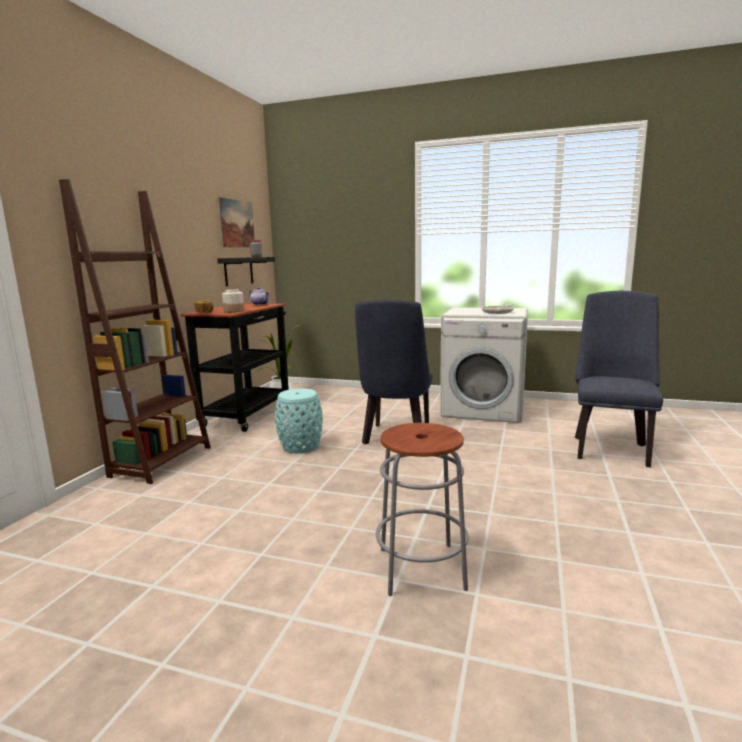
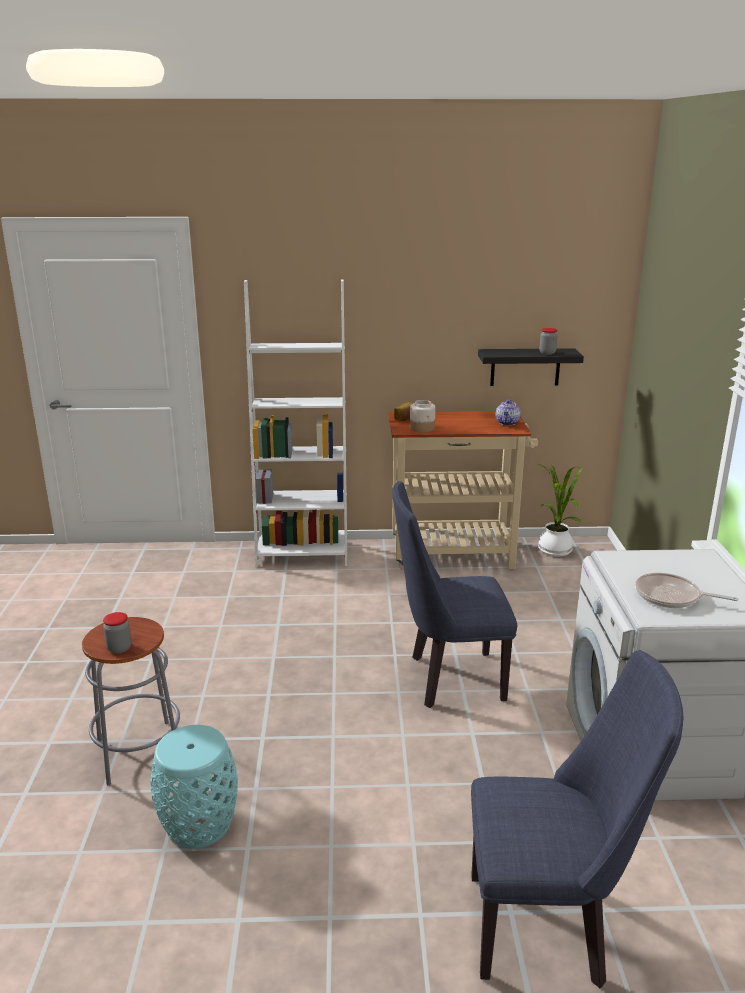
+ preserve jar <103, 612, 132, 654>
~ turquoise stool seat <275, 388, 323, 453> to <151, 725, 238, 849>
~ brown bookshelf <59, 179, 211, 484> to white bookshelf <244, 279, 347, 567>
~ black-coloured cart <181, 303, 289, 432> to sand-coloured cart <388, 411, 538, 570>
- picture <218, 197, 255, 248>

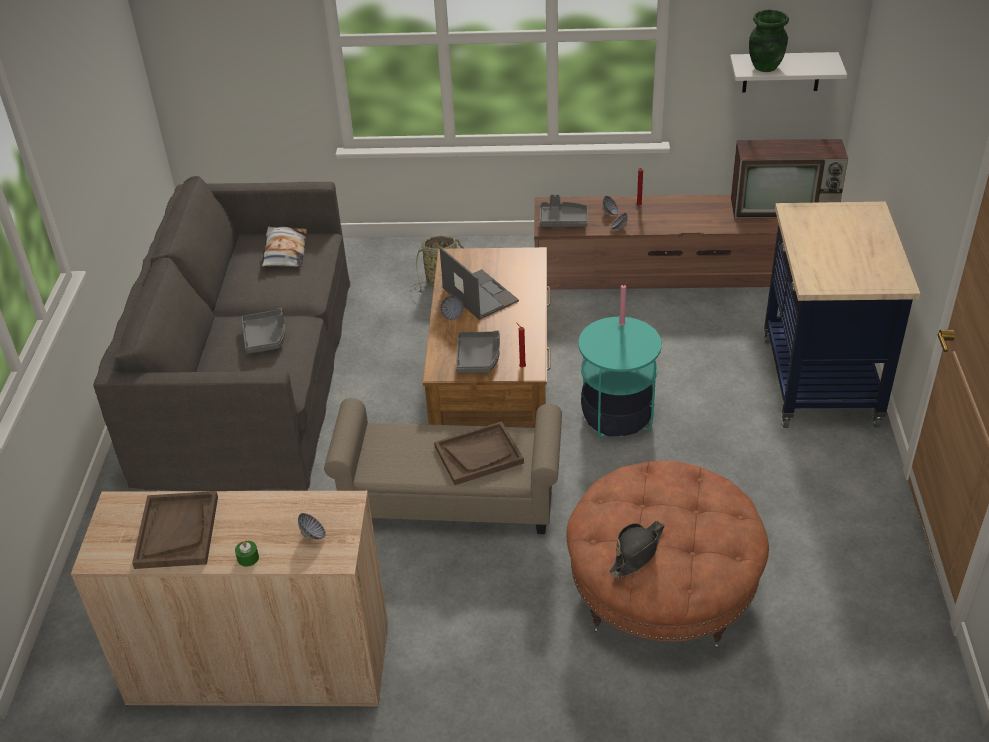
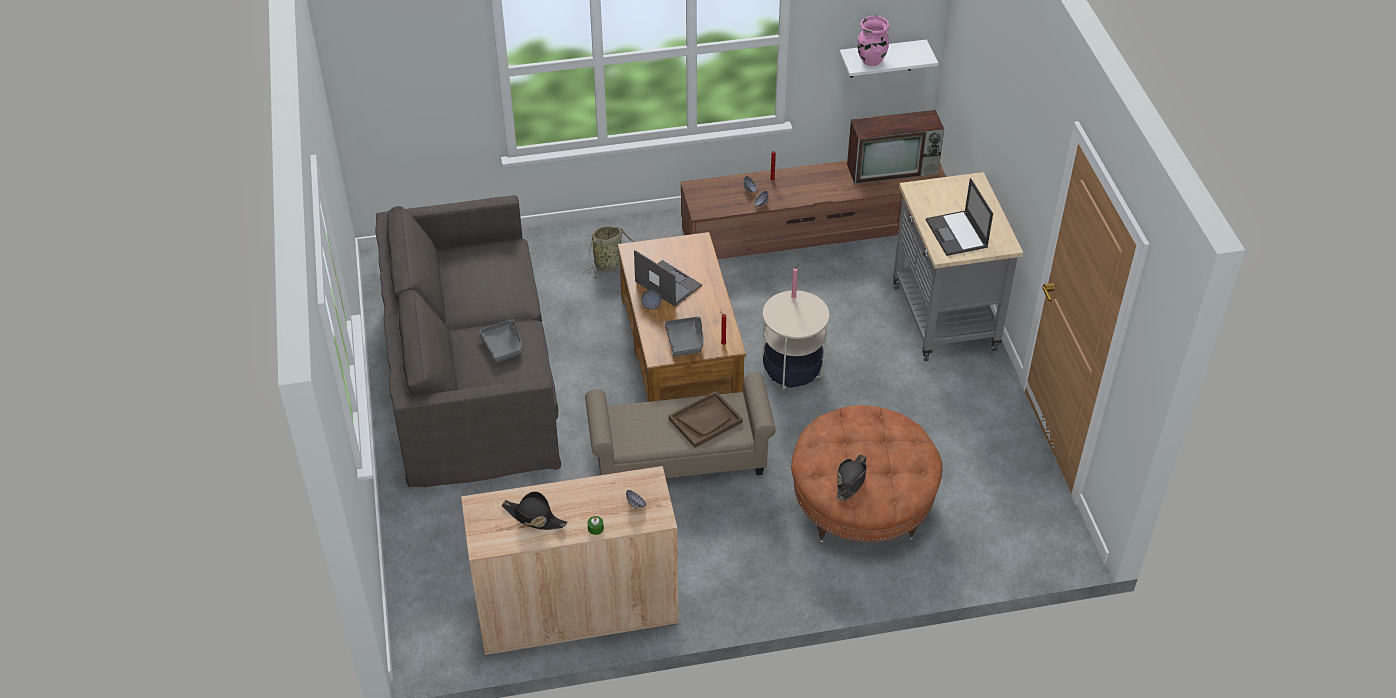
~ brown tray <132, 491, 218, 569> to black-coloured wearable hat <502, 491, 567, 530>
~ turquoise side table <579, 317, 662, 438> to sand-coloured side table <762, 290, 829, 390>
~ green decorative vase <749, 10, 789, 72> to pink decorative vase <858, 16, 889, 66>
~ blue cart <764, 202, 920, 428> to greyish cart <893, 172, 1023, 361>
+ portable computer <926, 178, 993, 256>
- throw pillow <261, 226, 307, 267>
- greyish tray <540, 194, 588, 227>

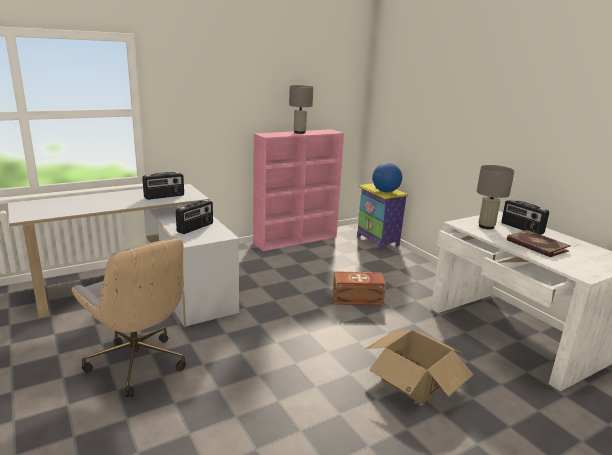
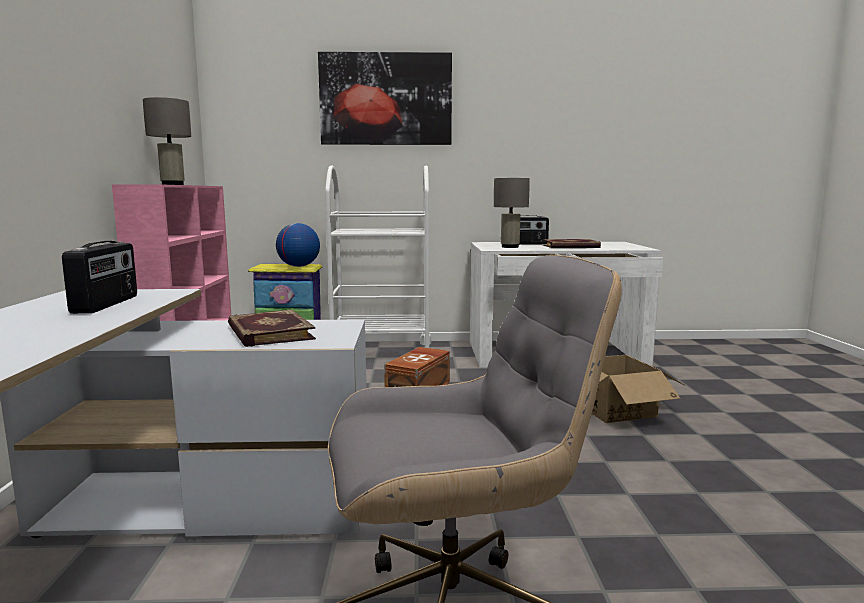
~ radio set <176, 200, 213, 234> to volume <228, 309, 316, 347>
+ picture <318, 52, 452, 145>
+ white cart <325, 165, 431, 348>

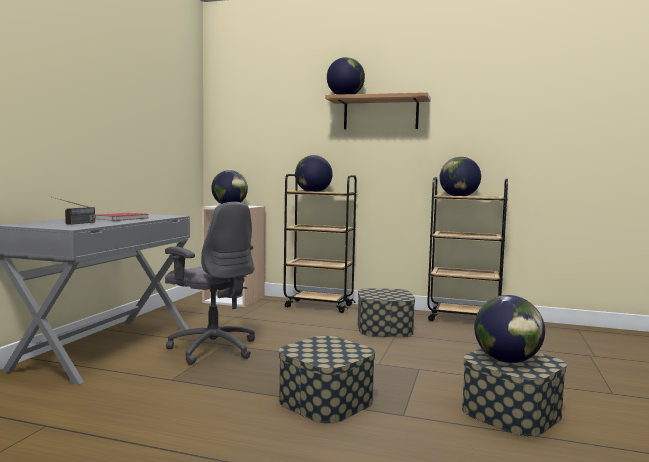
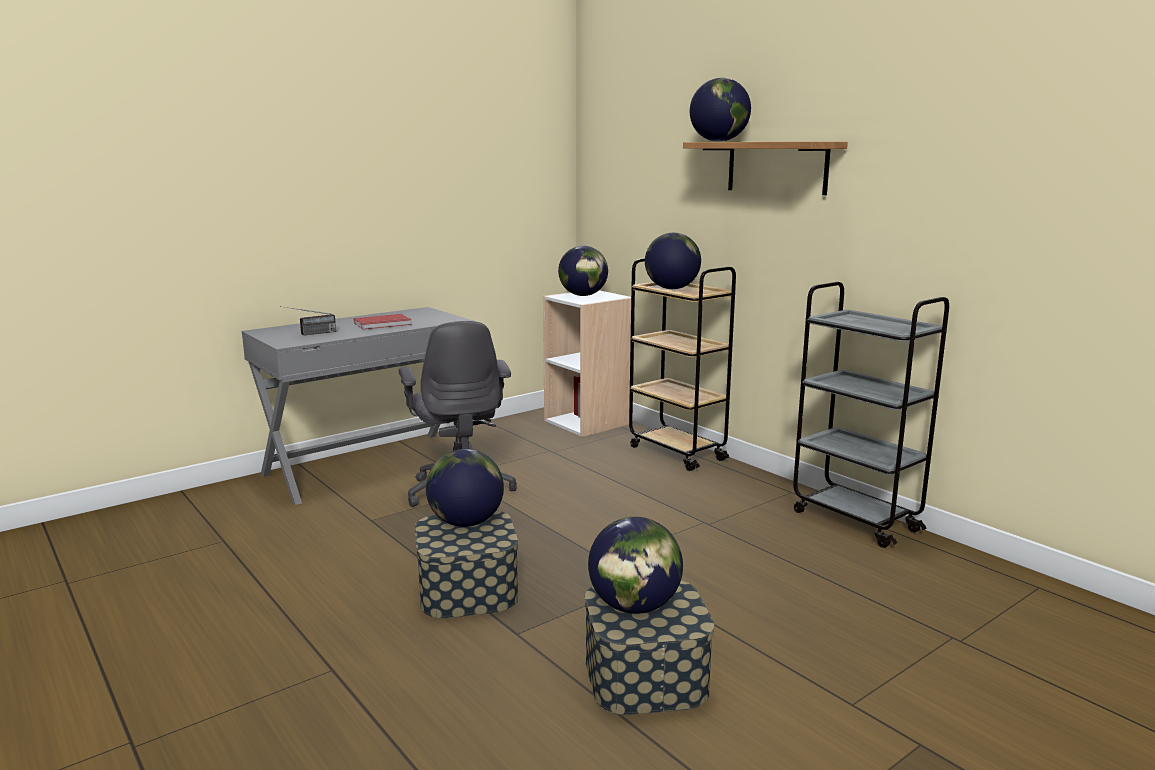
~ desk globe <440, 157, 481, 196> to <426, 449, 504, 527>
~ brown cart <427, 177, 508, 321> to greyish cart <793, 282, 949, 548>
- storage container <357, 288, 415, 337>

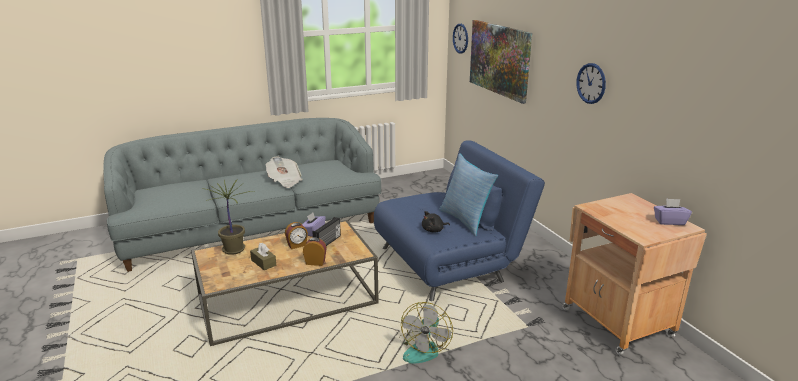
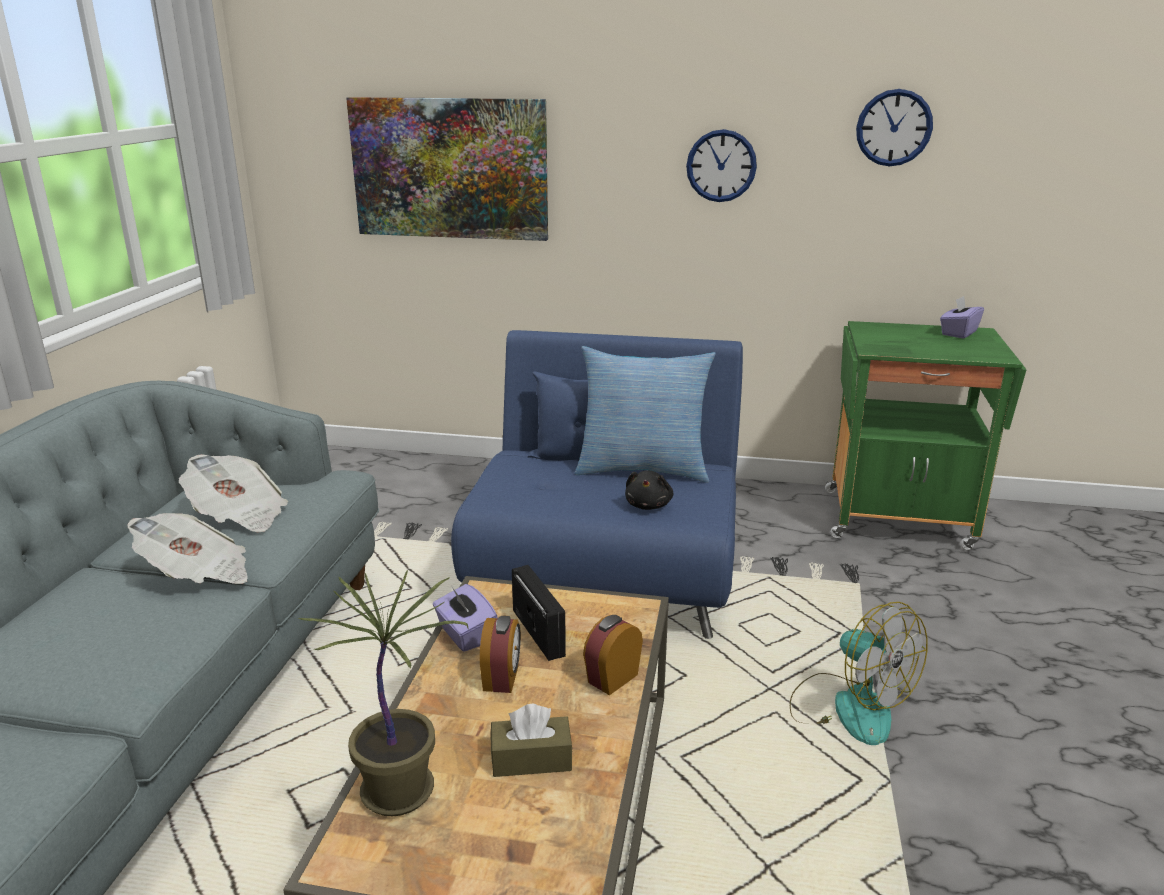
+ daily paper <179, 454, 288, 532>
~ brown cart <562, 193, 707, 356> to green cart <825, 321, 1027, 550>
~ wall clock <453, 24, 468, 54> to <856, 89, 933, 166>

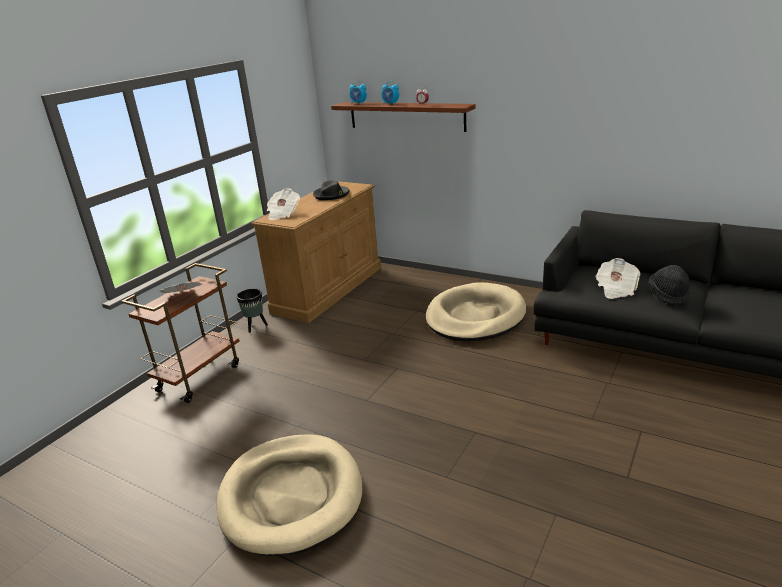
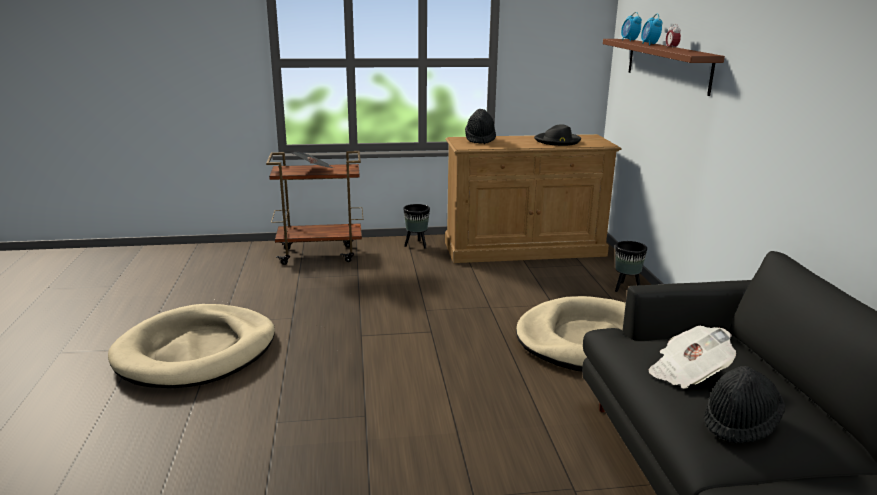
~ daily paper <266, 189, 300, 220> to black-coloured wearable hat <465, 109, 496, 144>
+ black-coloured flower pot <615, 241, 647, 292>

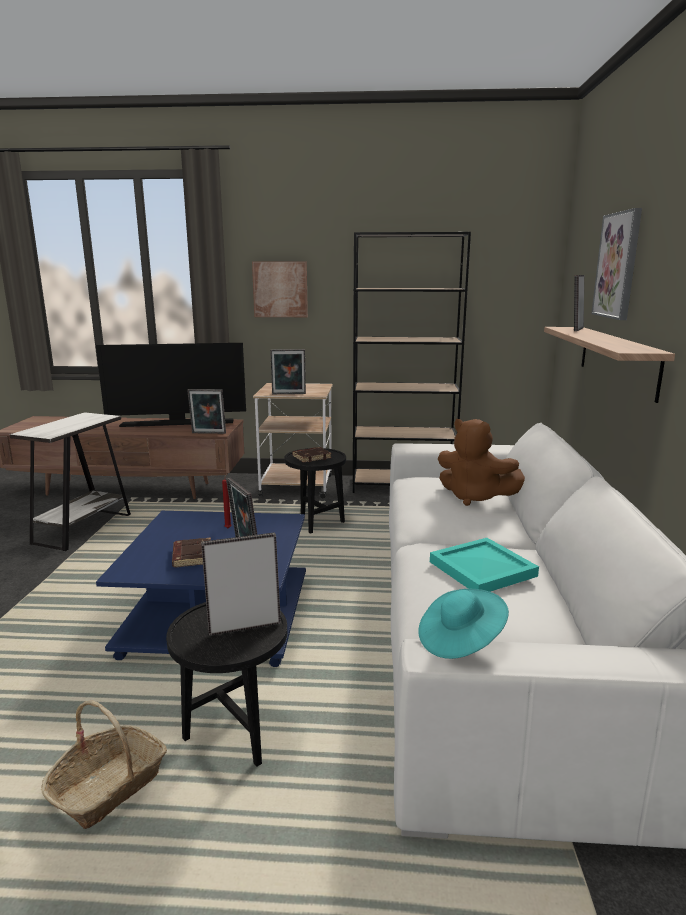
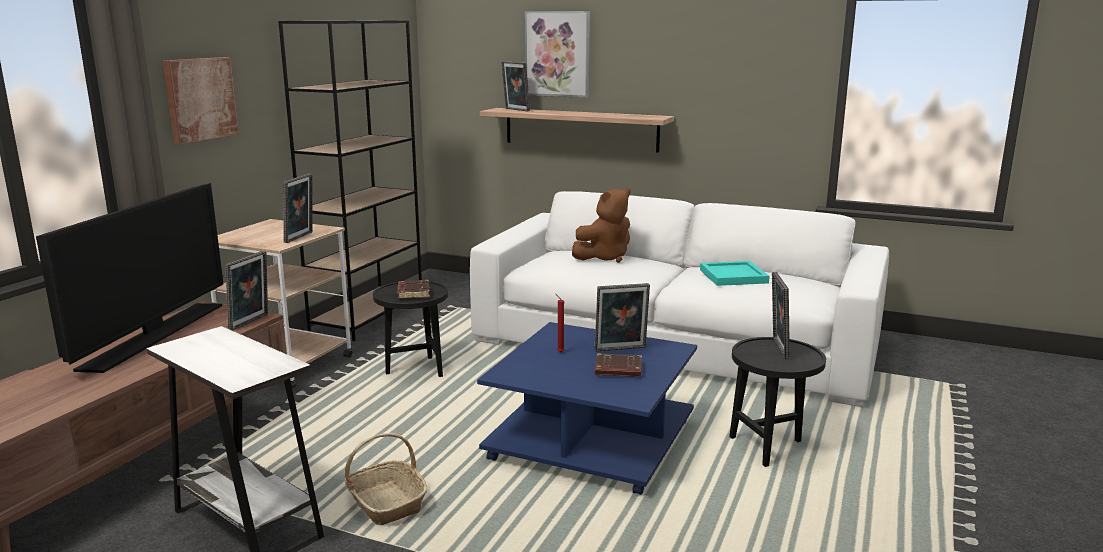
~ storage basket <41, 700, 167, 829> to <345, 433, 427, 525>
- turquoise wearable hat <418, 589, 509, 659>

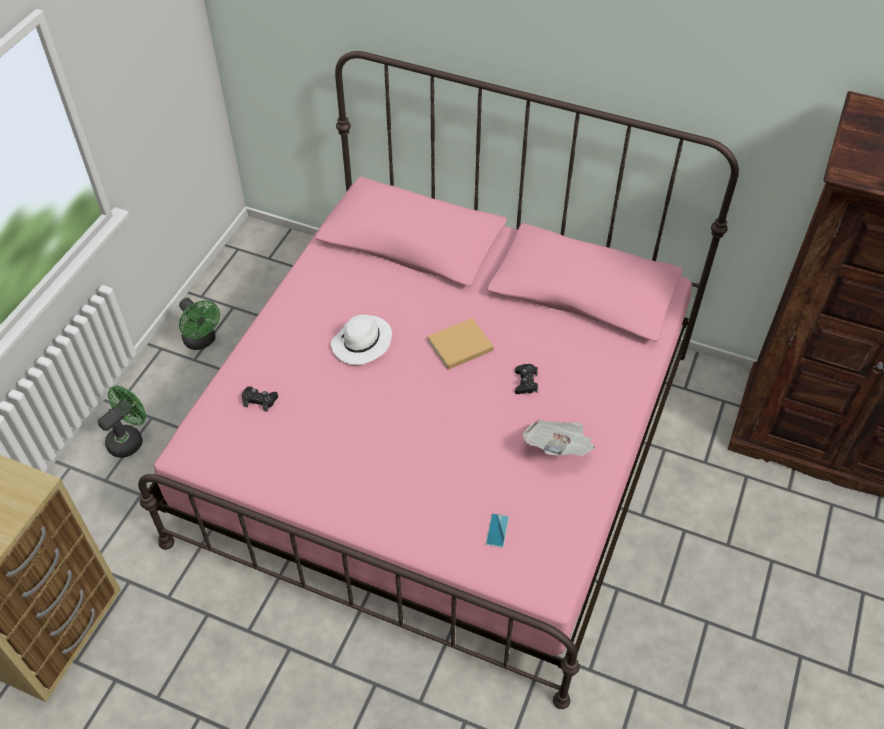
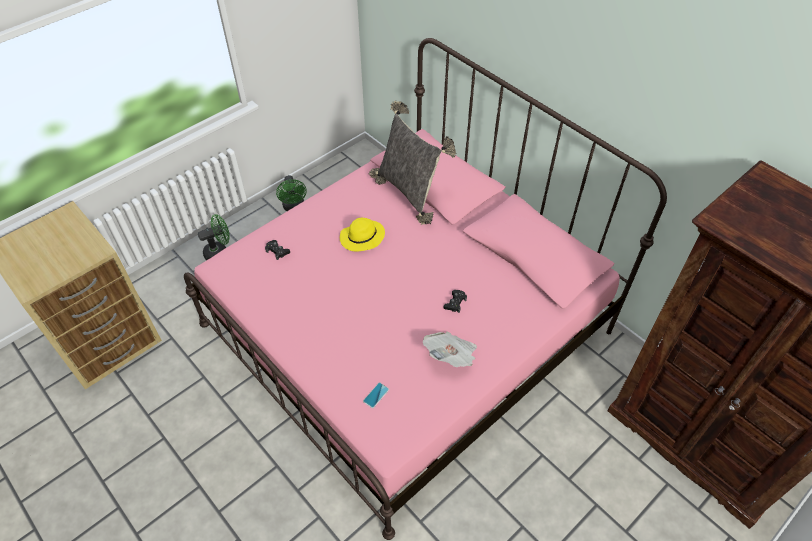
~ white wearable hat <331, 315, 392, 365> to yellow-coloured wearable hat <340, 218, 385, 251>
+ throw pillow <369, 101, 456, 224>
- sand-coloured volume <427, 318, 494, 370>

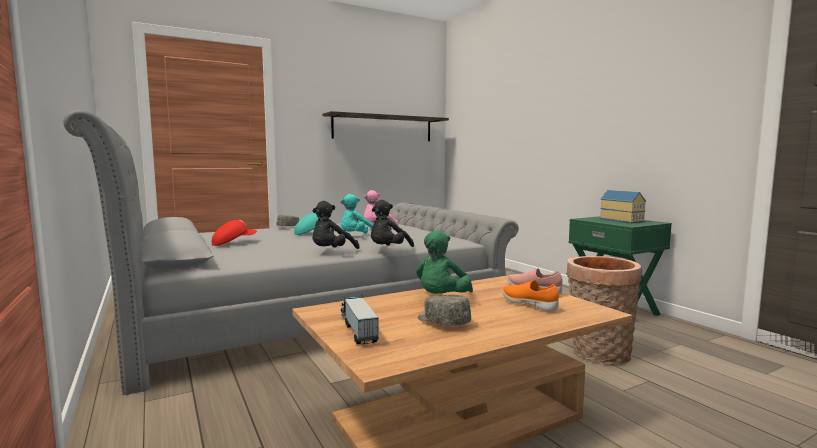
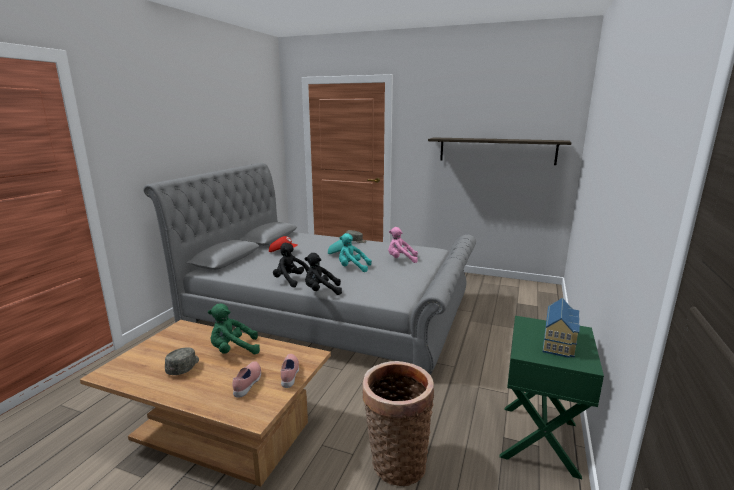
~ orange-coloured shoe <502, 280, 559, 311> to pink shoe <233, 361, 261, 398>
~ black-coloured soft toy <313, 201, 360, 249> = <273, 243, 309, 288> 45 degrees clockwise
- toy truck <341, 295, 379, 344>

